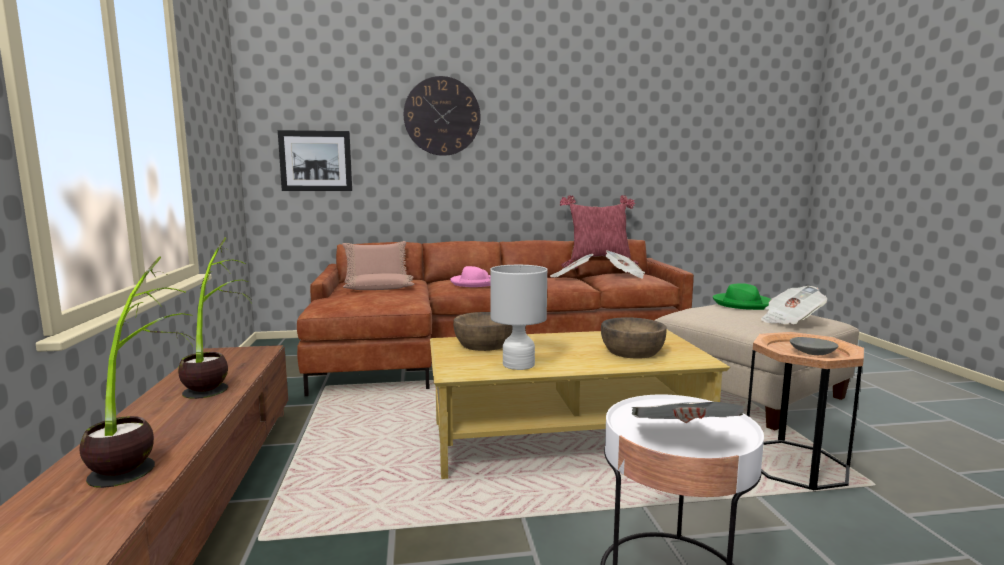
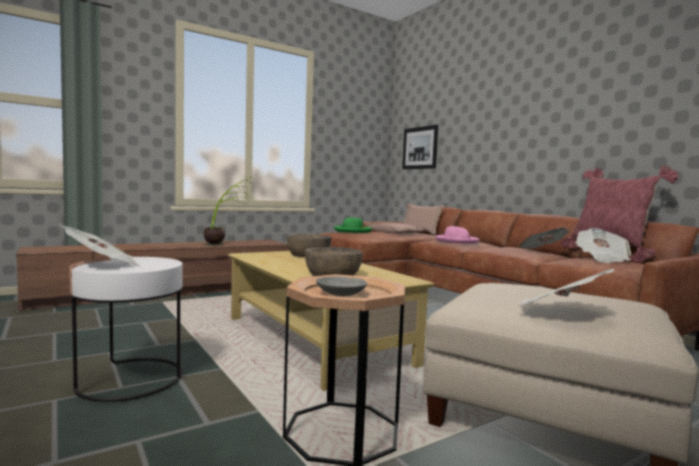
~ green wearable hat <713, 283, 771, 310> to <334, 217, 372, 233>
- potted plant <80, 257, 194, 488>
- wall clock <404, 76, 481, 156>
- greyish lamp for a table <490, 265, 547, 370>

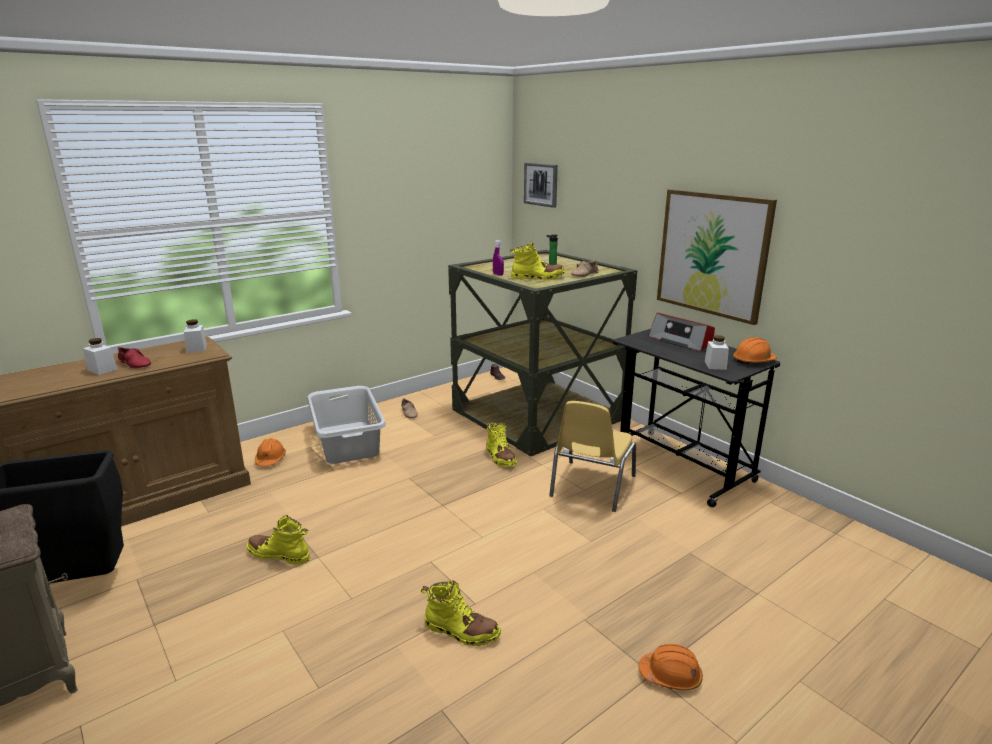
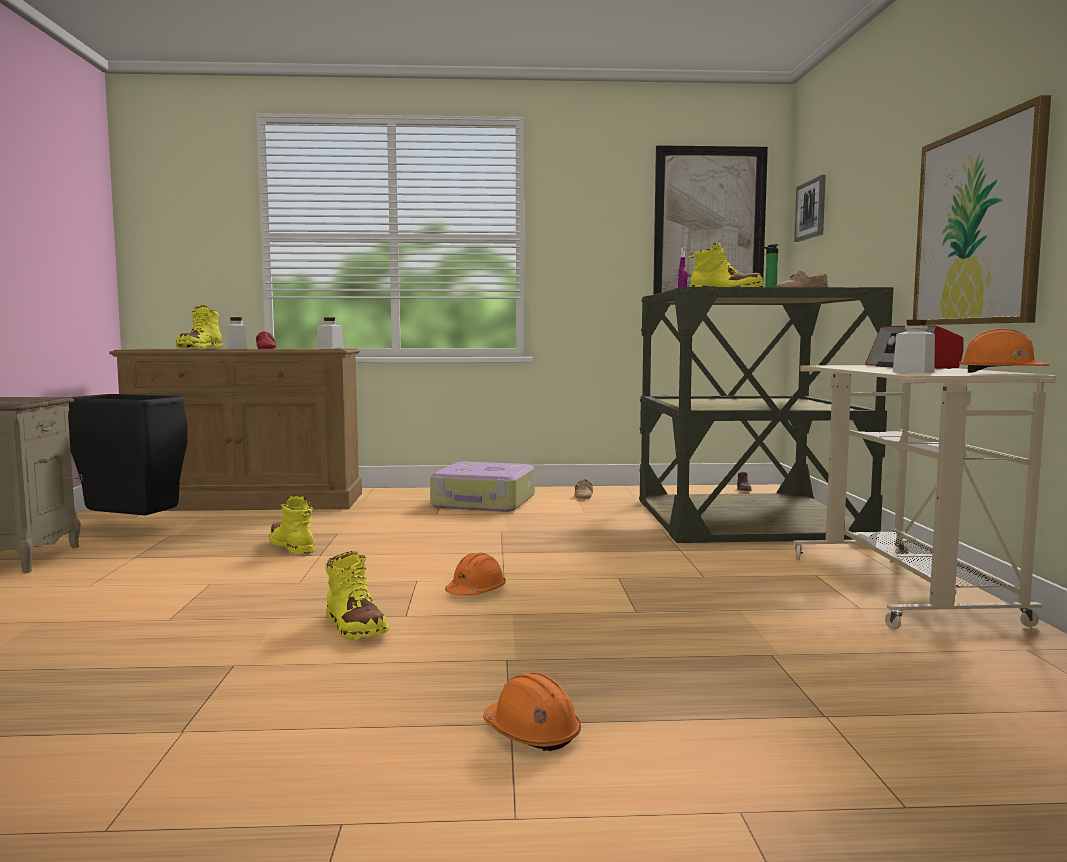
~ yellow-coloured tall boot <486, 421, 517, 467> to <176, 305, 222, 349>
~ greyish laundry basket <307, 386, 386, 464> to suitcase <430, 462, 535, 512>
~ orange-coloured work helmet <255, 438, 286, 466> to <445, 553, 506, 596>
+ picture <653, 145, 768, 295>
~ black-coloured desk unit <613, 329, 780, 507> to sand-coloured desk unit <793, 365, 1057, 629>
- yellow-coloured upright chair <549, 401, 636, 512>

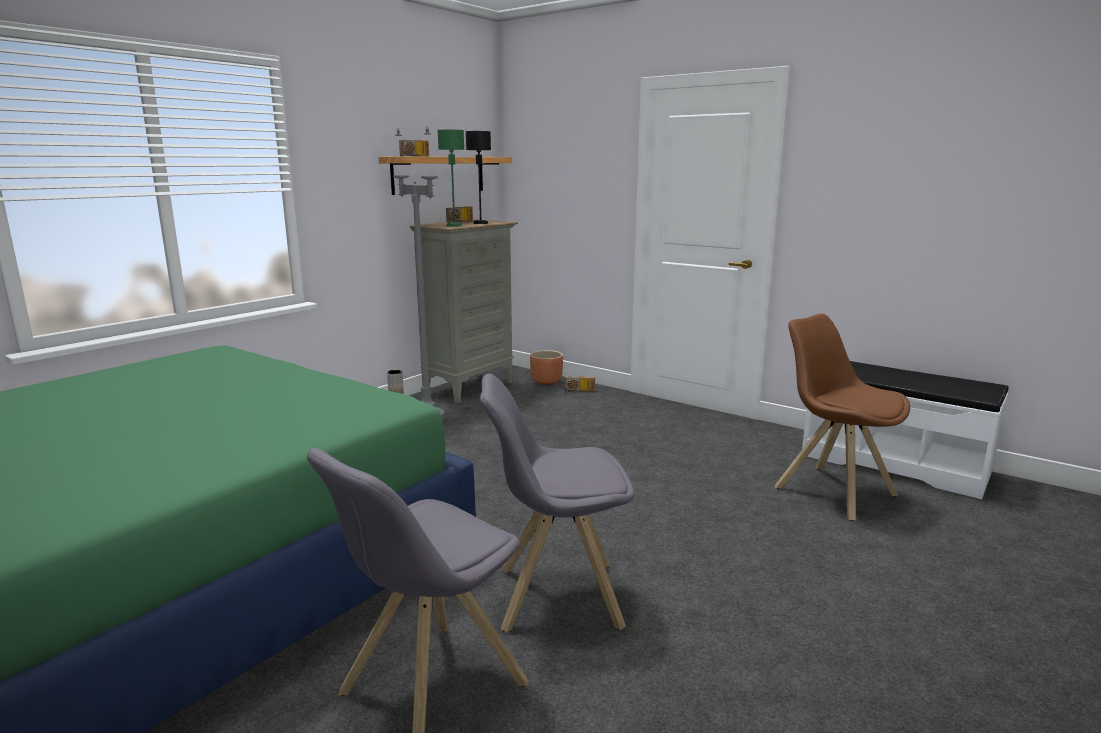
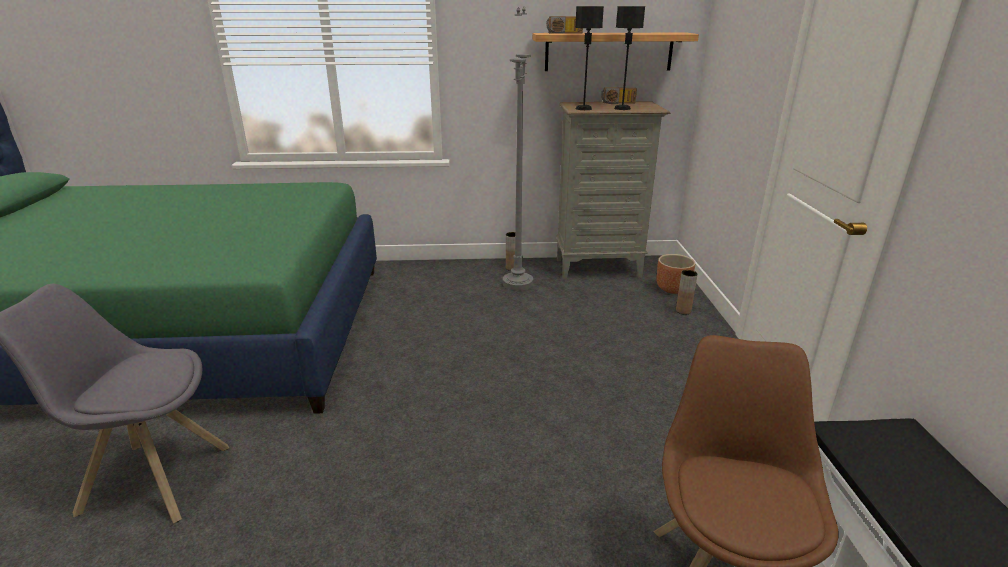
~ green lamp for a table <438, 129, 464, 227> to black-coloured lamp for a table <575, 6, 604, 110>
~ radio set <562, 376, 595, 393> to brown decorative vase <676, 270, 698, 314>
- greyish upright chair <480, 374, 634, 633>

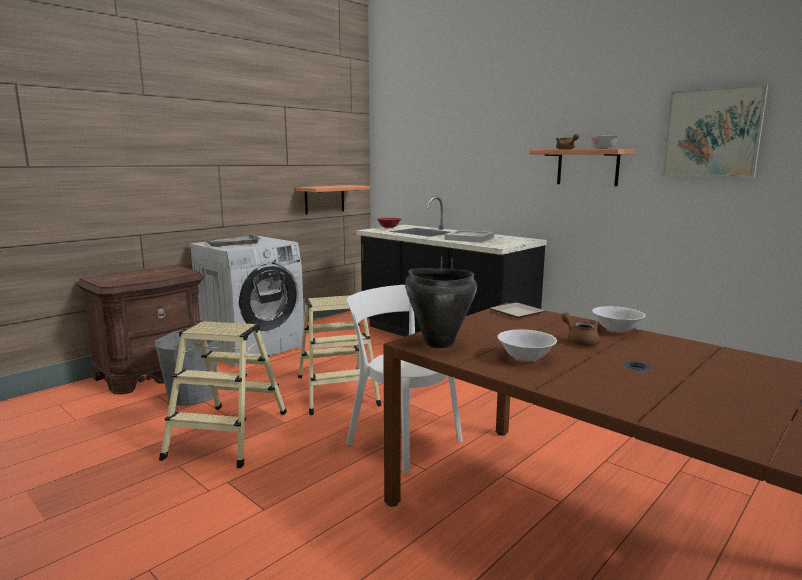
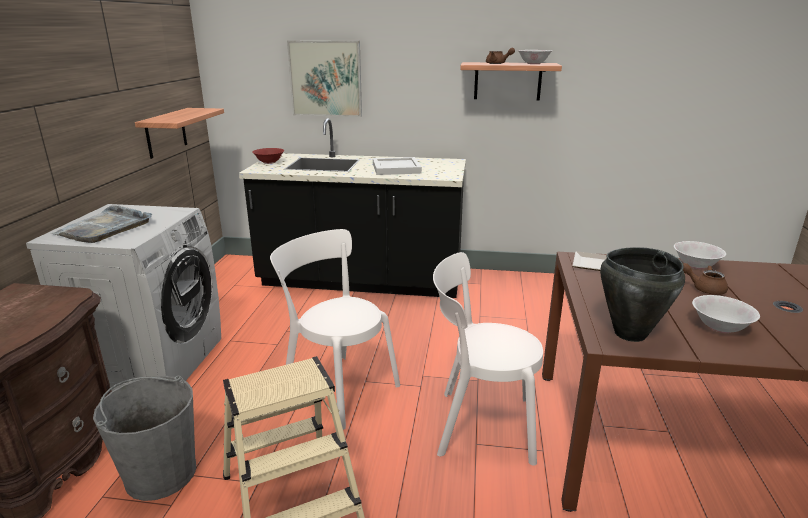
~ sand-coloured stepladder <298, 295, 382, 415> to white upright chair <270, 229, 400, 430>
~ picture <661, 84, 769, 177> to <287, 40, 362, 117>

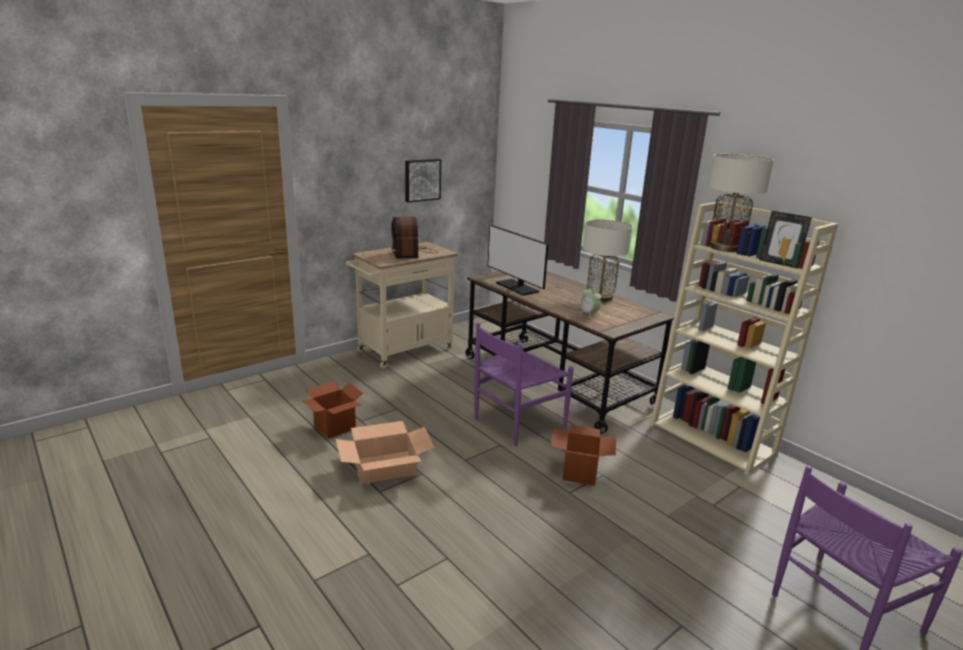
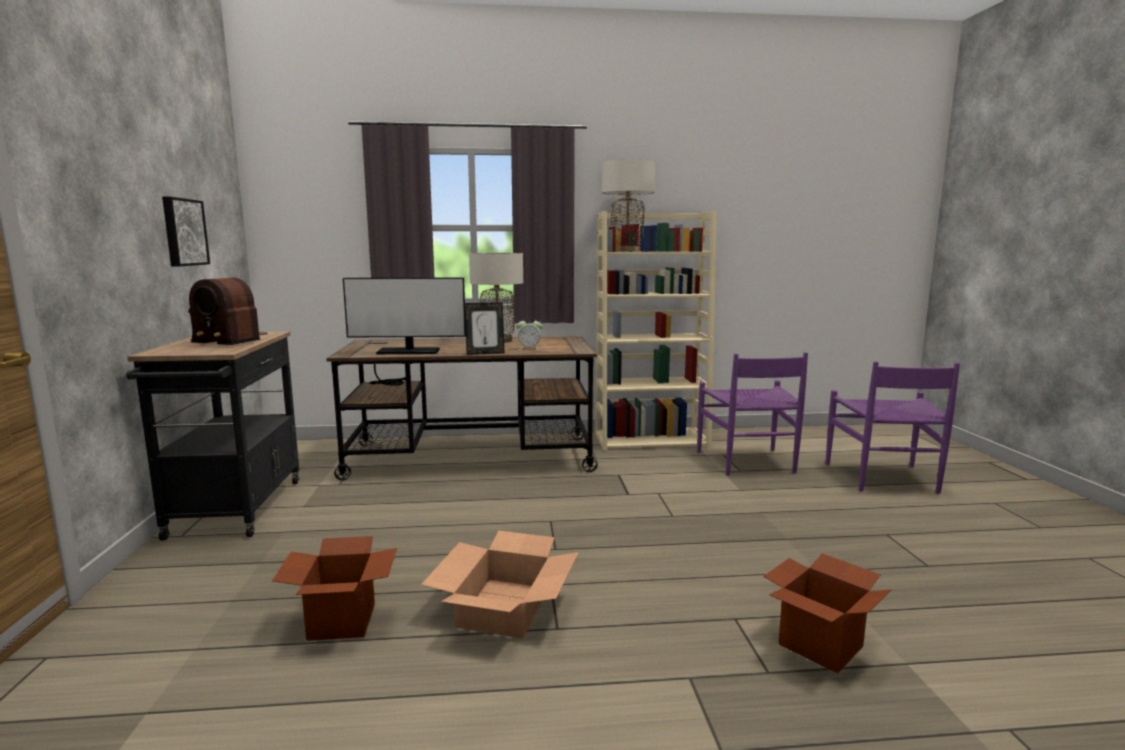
~ sand-coloured cart <346, 242, 458, 368> to black-coloured cart <126, 331, 300, 541>
~ standing frame <759, 211, 812, 268> to <464, 302, 505, 355>
~ purple upright chair <474, 322, 574, 446> to <697, 352, 808, 476>
~ packing box <550, 425, 616, 486> to <763, 553, 891, 673>

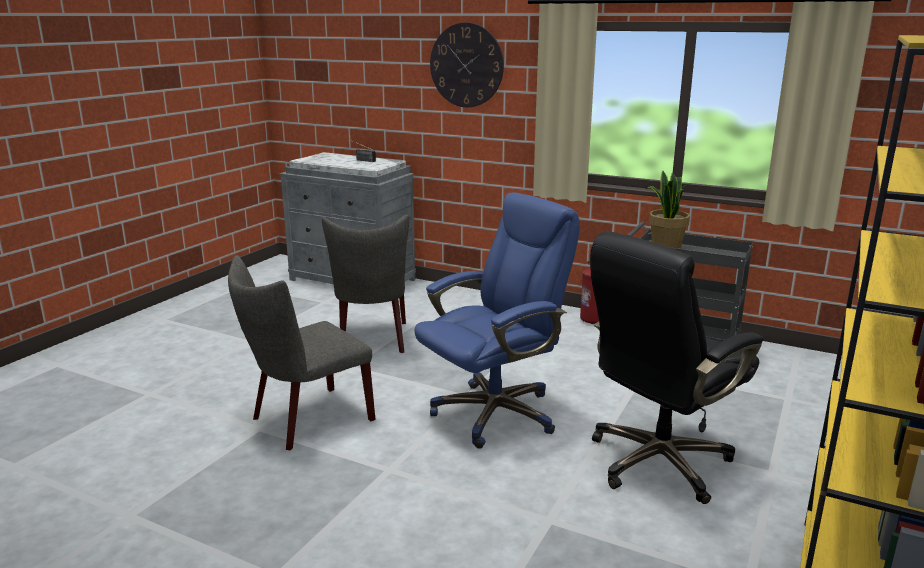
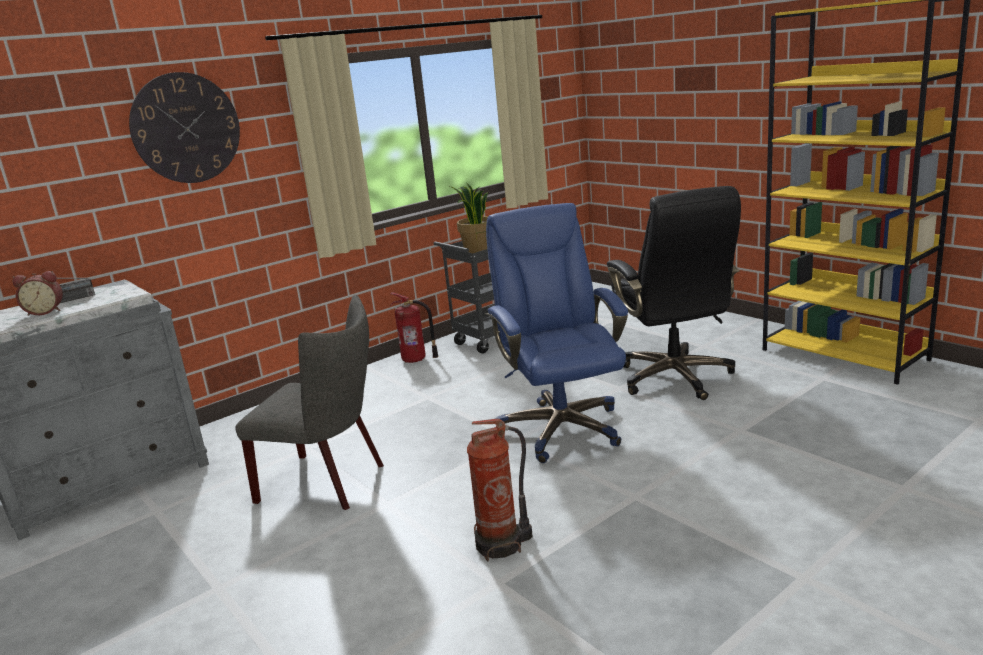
+ bedside clock <13, 271, 63, 316>
~ greyish upright chair <228, 255, 376, 450> to fire extinguisher <467, 418, 533, 562>

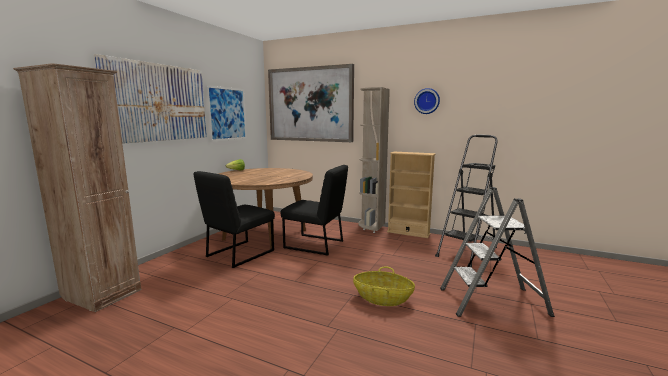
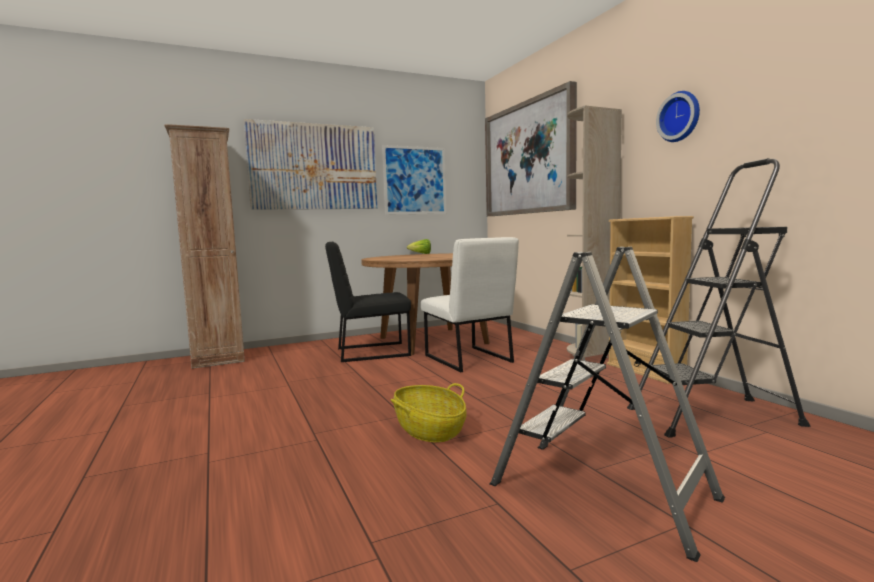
~ black-coloured upright chair <281, 165, 348, 256> to white upright chair <421, 237, 519, 372>

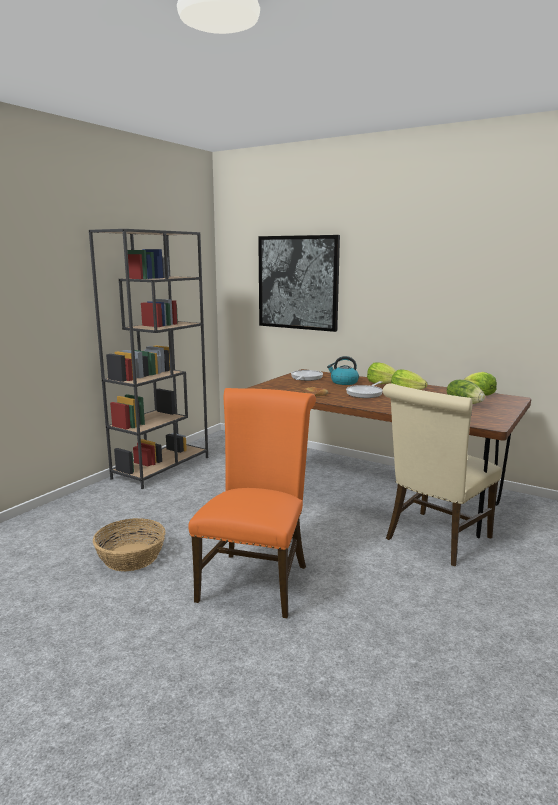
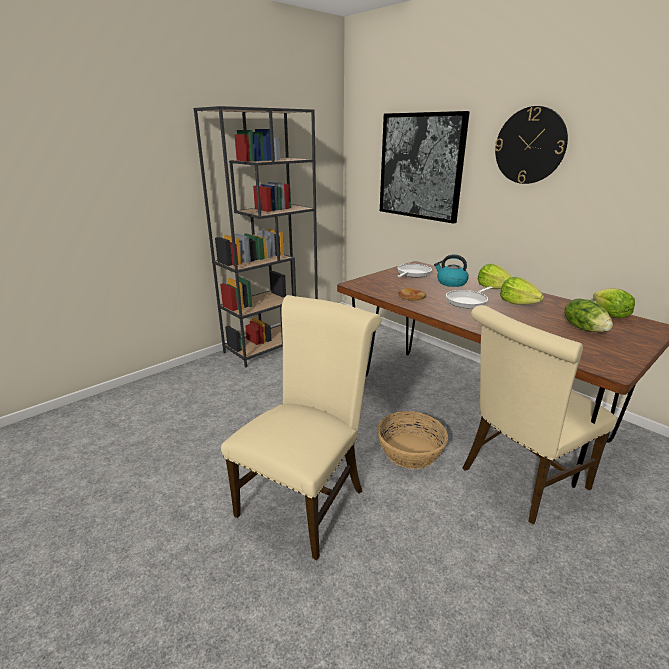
~ orange-coloured upright chair <188, 388, 316, 618> to sand-coloured upright chair <221, 295, 381, 560>
~ storage basket <93, 518, 166, 571> to <377, 411, 448, 469>
+ wall clock <495, 106, 568, 184>

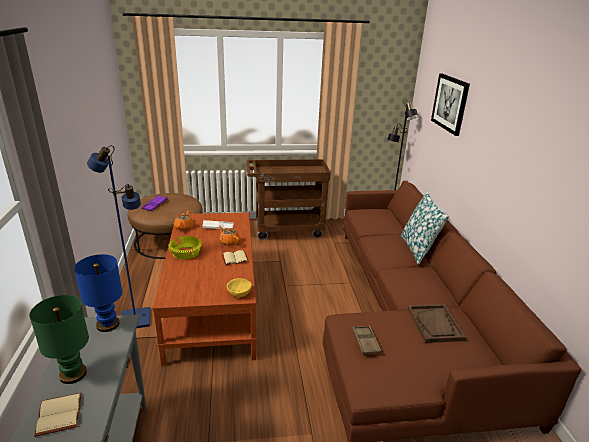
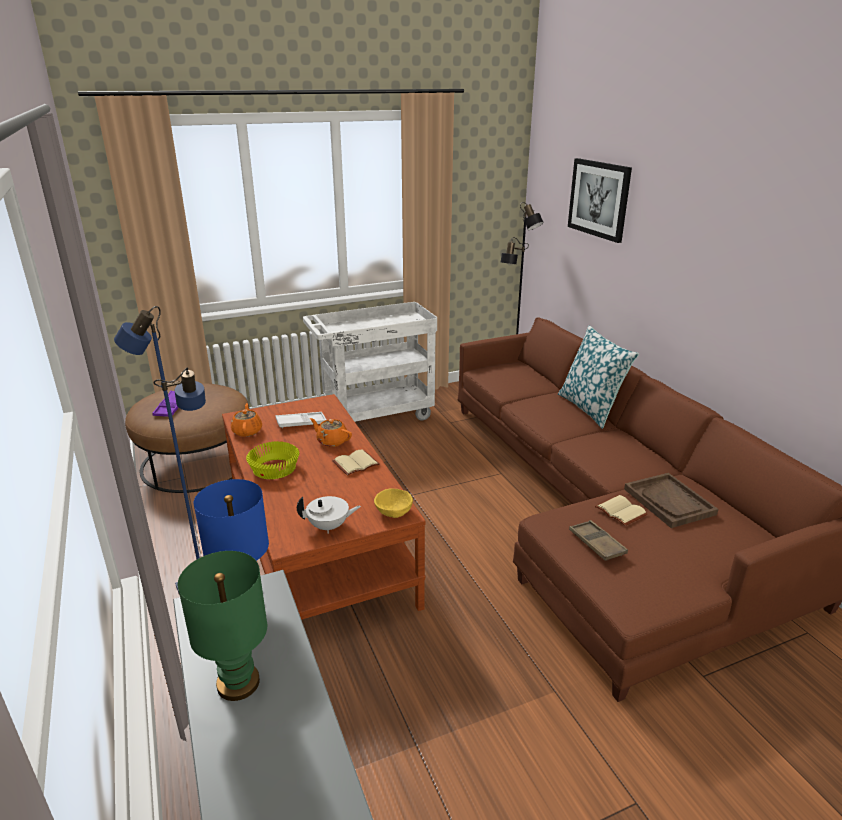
+ white pot for tea <297, 496, 361, 534>
~ brown cart <246, 159, 330, 240> to white cart <303, 302, 437, 422>
~ sand-coloured volume <34, 392, 82, 437> to <595, 495, 648, 526>

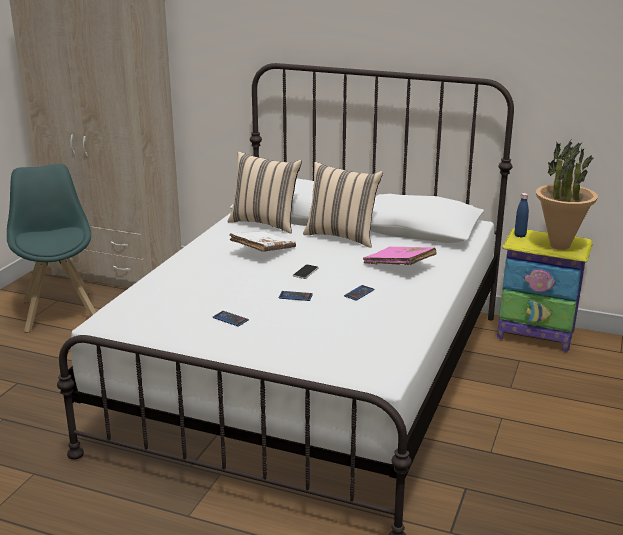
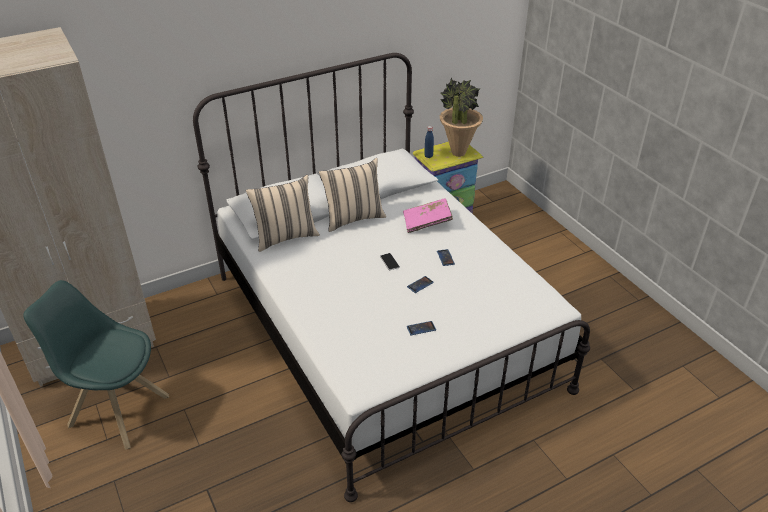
- white volume <230, 231, 296, 252>

